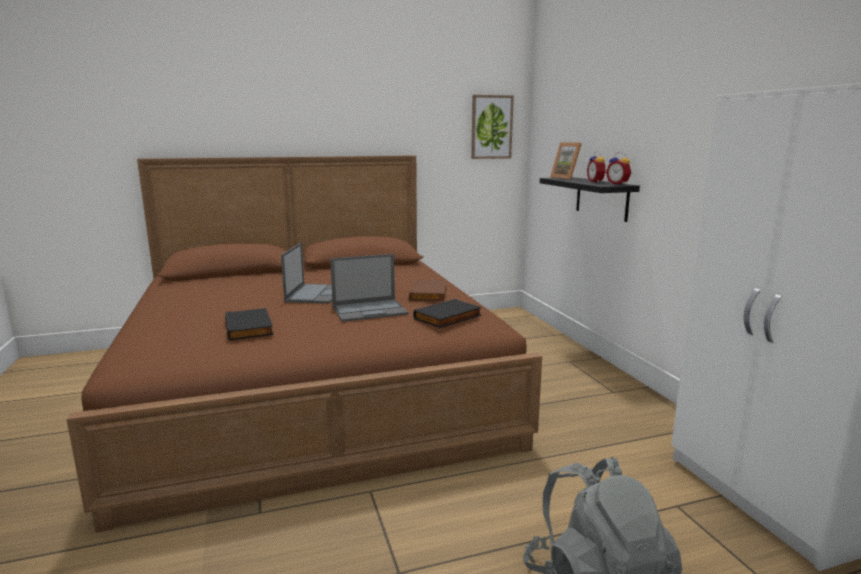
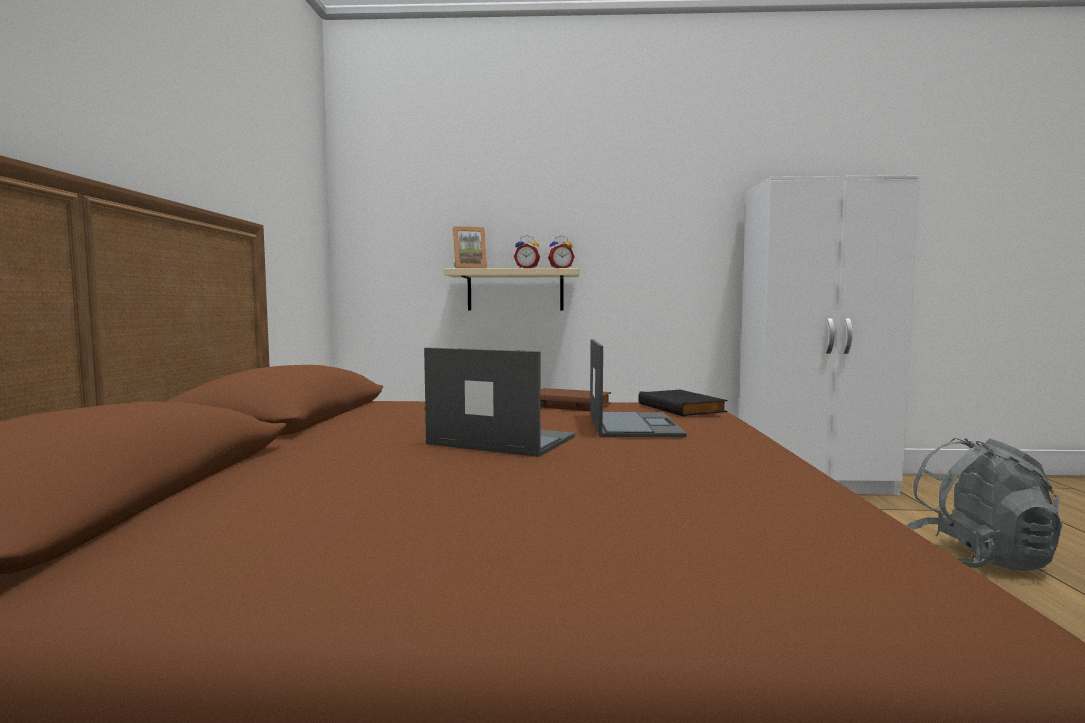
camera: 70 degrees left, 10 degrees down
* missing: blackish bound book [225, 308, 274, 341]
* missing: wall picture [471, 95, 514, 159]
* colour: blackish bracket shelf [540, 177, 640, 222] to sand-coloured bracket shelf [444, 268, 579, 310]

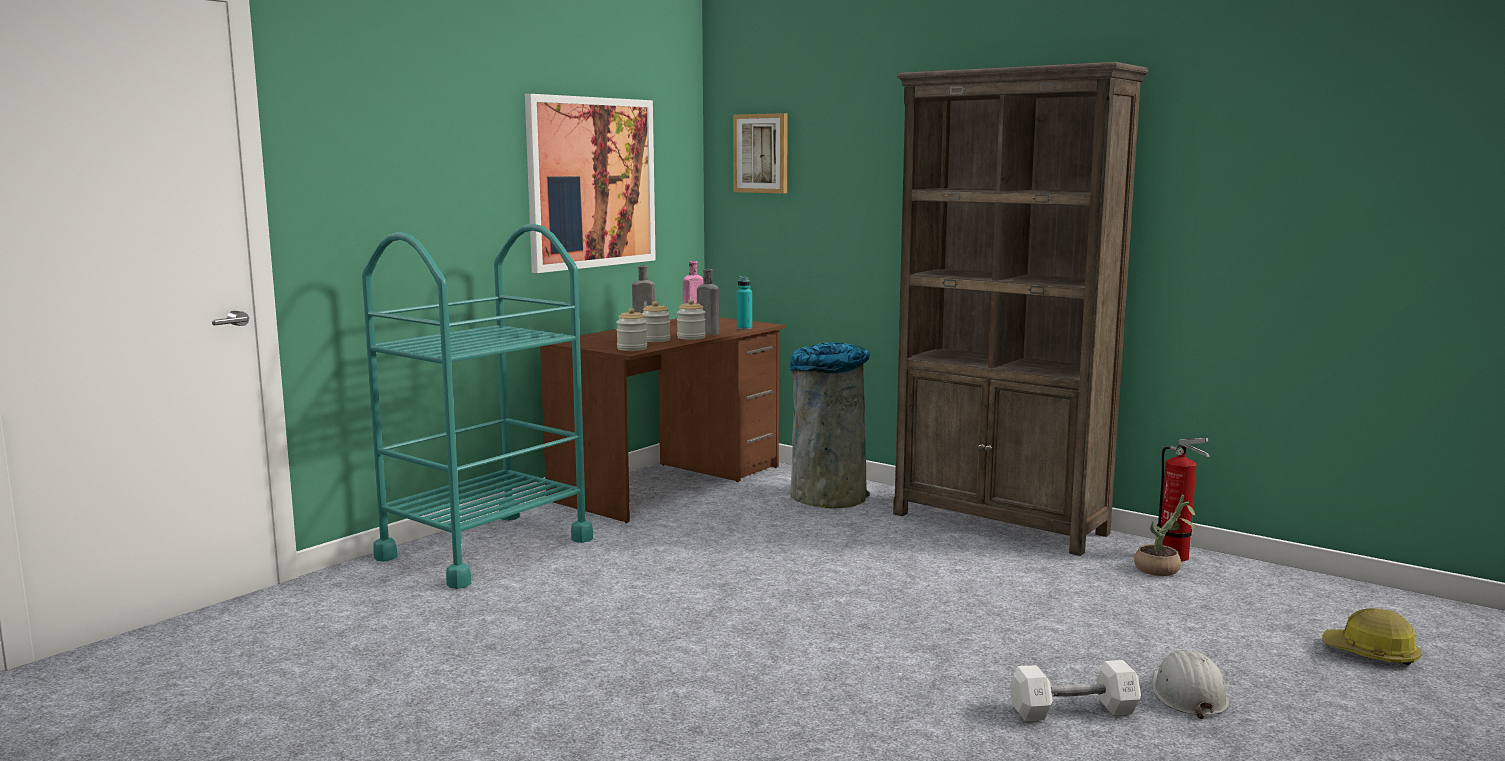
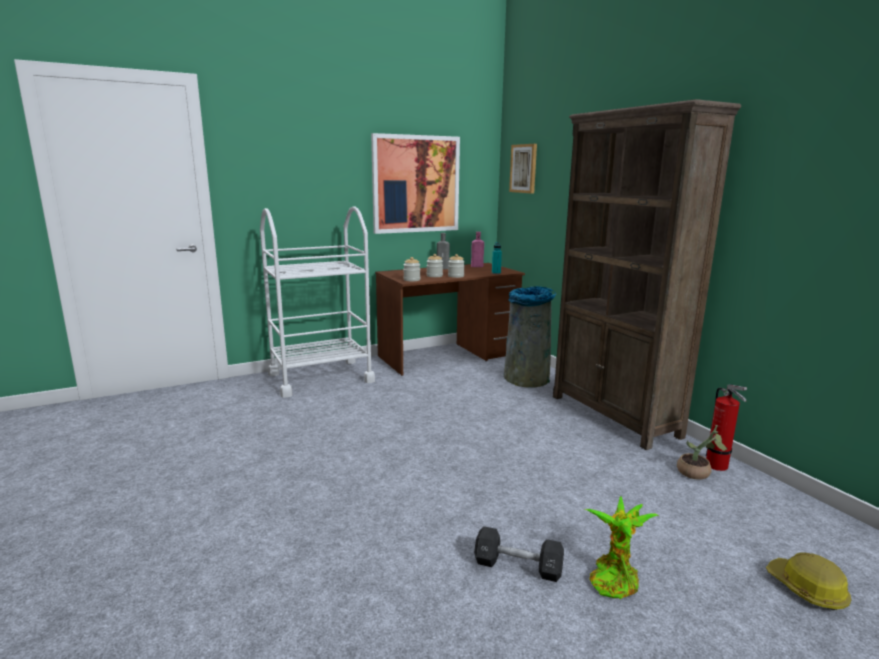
camera: 25 degrees right, 5 degrees up
* colour: blue-green wheeled cart [362, 224, 593, 589] to white-coloured wheeled cart [260, 206, 375, 398]
* missing: greyish bottle [697, 269, 719, 335]
* colour: white-coloured dumbbell [1010, 660, 1141, 721] to blackish dumbbell [474, 526, 564, 582]
* exchanged: white-coloured hard hat [1152, 650, 1230, 719] to plant in a pot [585, 496, 660, 599]

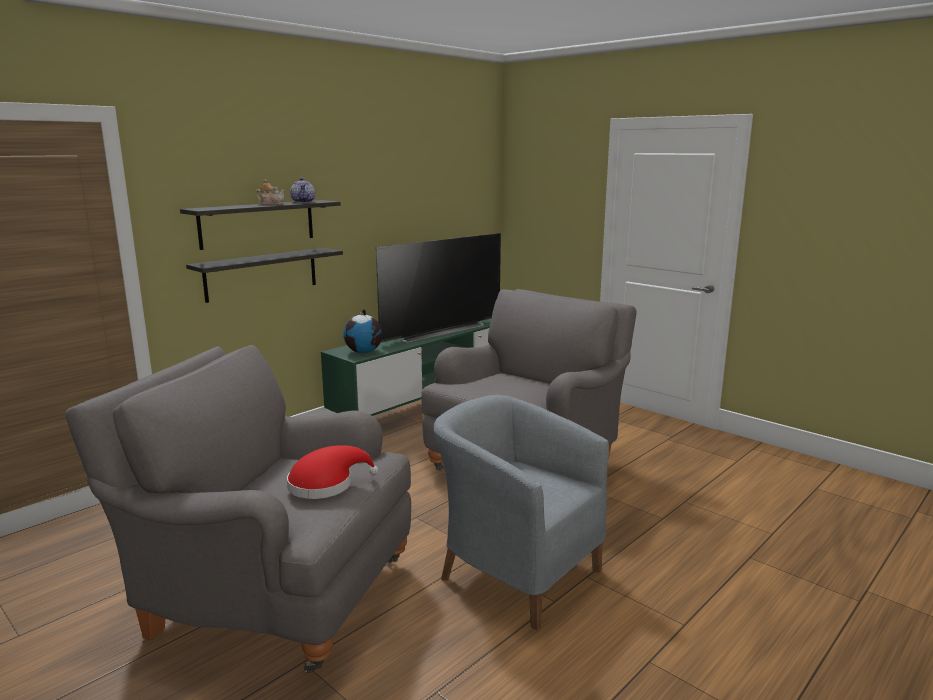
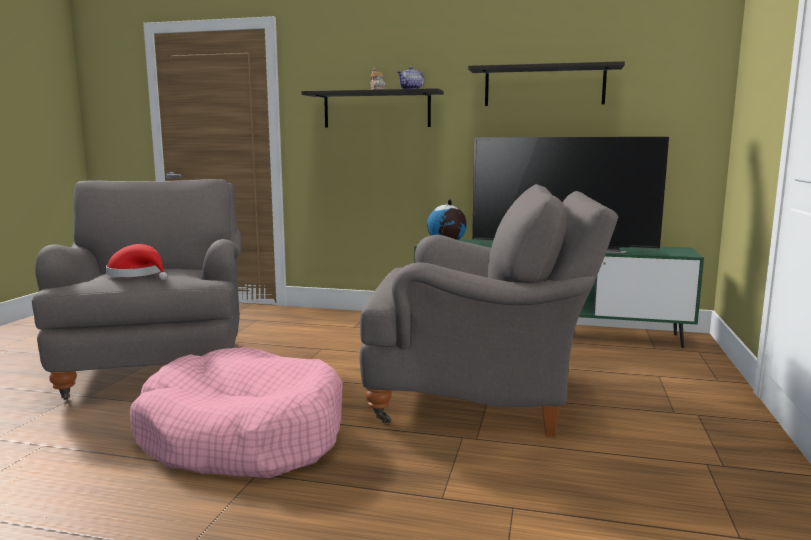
camera: 60 degrees right, 5 degrees down
* relocated: bracket shelf [186, 248, 343, 303] to [468, 61, 625, 106]
* exchanged: greyish lounge chair [434, 395, 609, 630] to pinkish pet bed [130, 347, 343, 478]

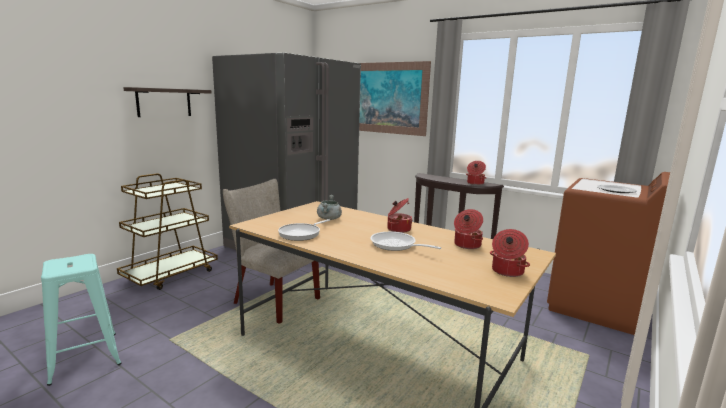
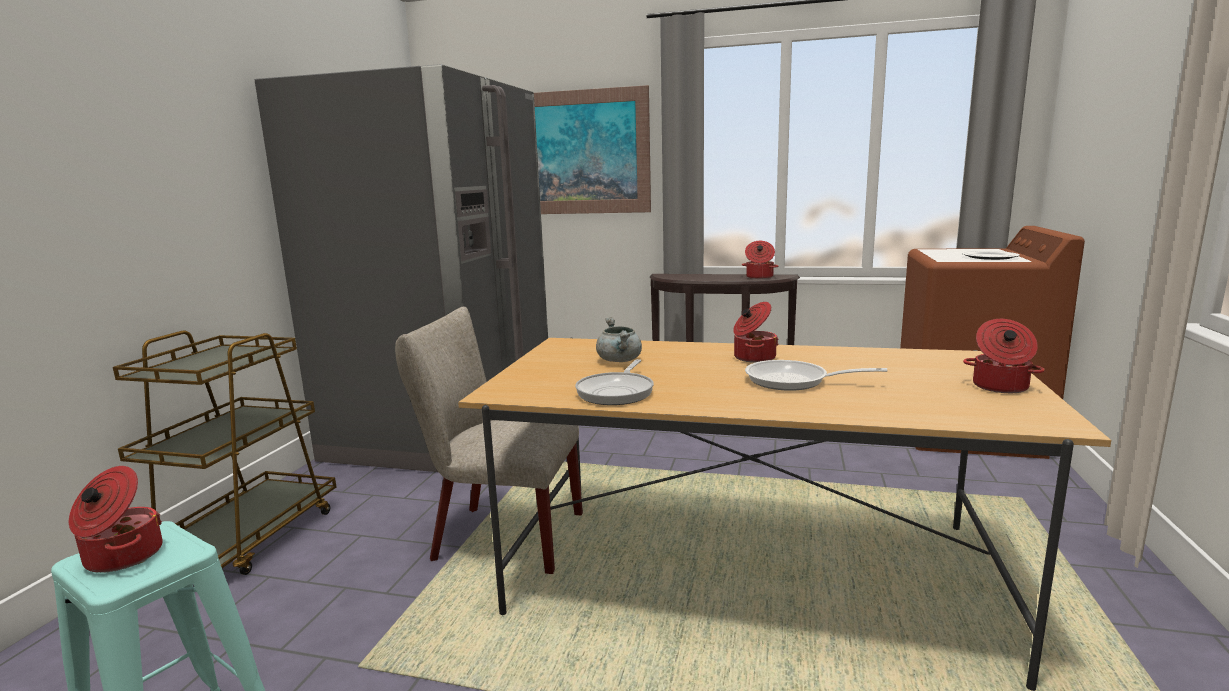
camera: 20 degrees left, 0 degrees up
* missing: bracket shelf [123, 87, 211, 117]
* relocated: saucepot [454, 209, 483, 249] to [69, 466, 163, 573]

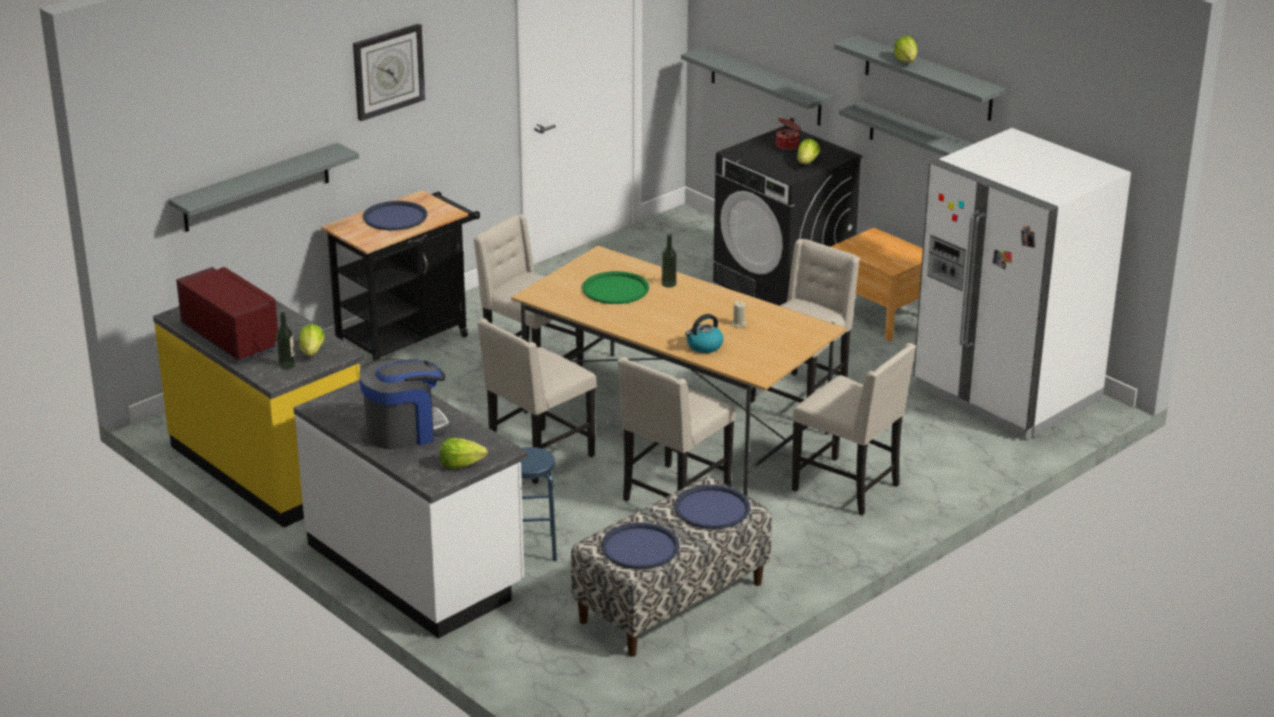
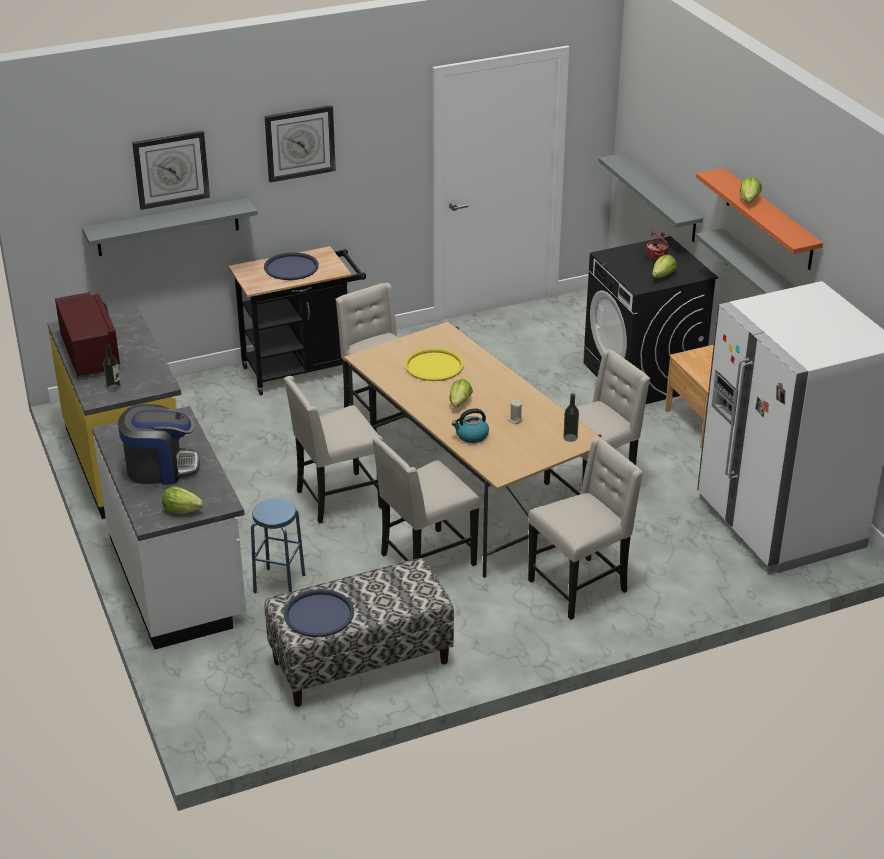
camera: 20 degrees right, 5 degrees up
* relocated: lettuce head [299, 324, 325, 356] to [450, 379, 473, 408]
* colour: green serving tray [582, 271, 649, 304] to yellow-coloured serving tray [405, 348, 464, 381]
* relocated: bottle [661, 234, 677, 288] to [563, 394, 579, 442]
* missing: blue-coloured serving tray [674, 485, 750, 529]
* spun: sand-coloured plain chair [792, 343, 916, 515] = [528, 438, 643, 620] 90 degrees counterclockwise
* colour: greyish bracket shelf [834, 35, 1006, 121] to orangey bracket shelf [696, 168, 823, 270]
* appeared: hanging clock [132, 131, 210, 210]

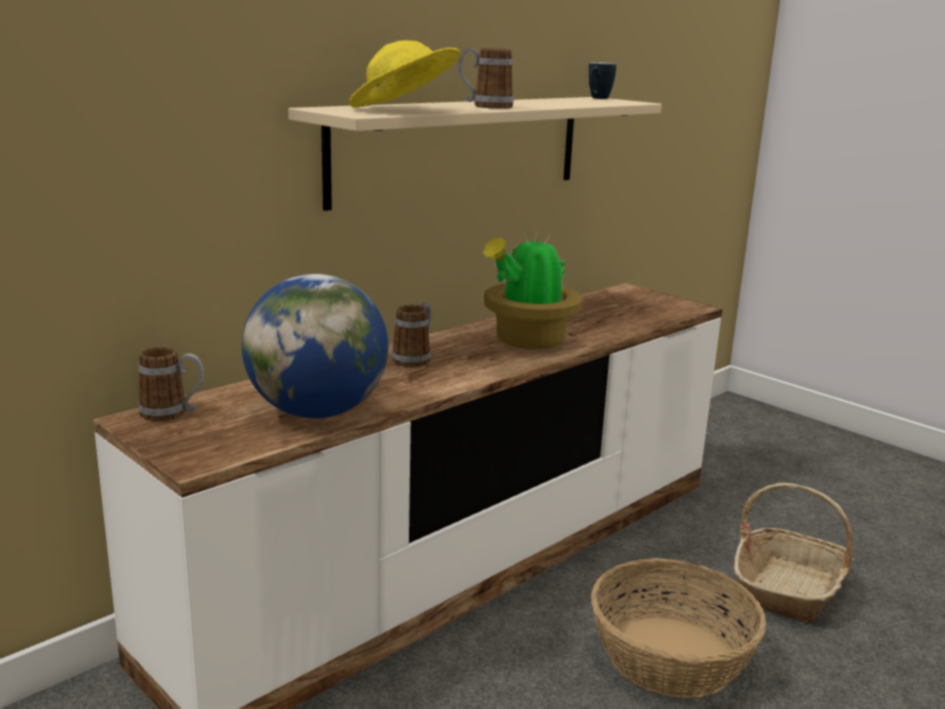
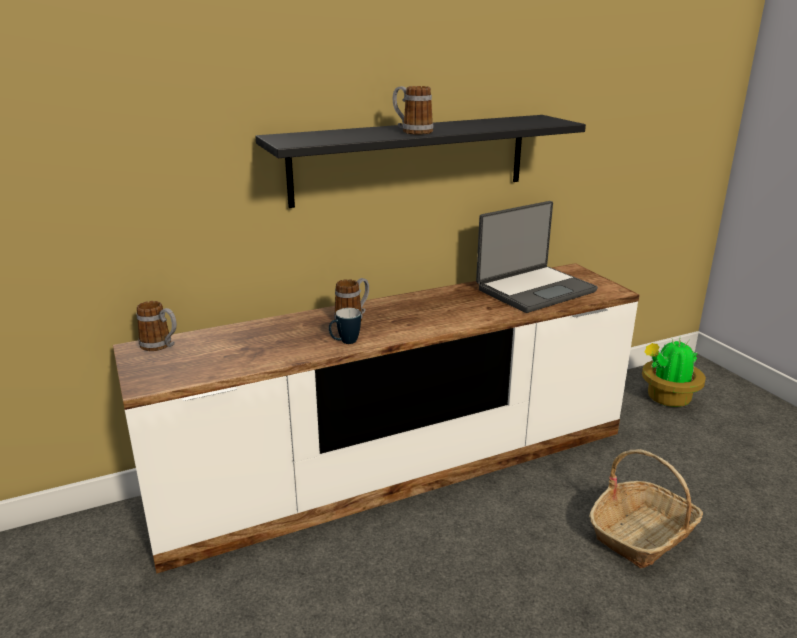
camera: 20 degrees right, 5 degrees up
* missing: globe [242, 274, 388, 418]
* colour: sand-coloured bracket shelf [288, 97, 662, 211] to blackish bracket shelf [255, 115, 586, 208]
* missing: yellow-coloured hat [349, 40, 461, 108]
* relocated: plant in a pot [483, 232, 582, 349] to [642, 339, 706, 407]
* relocated: coffee mug [589, 62, 616, 99] to [329, 308, 361, 344]
* missing: basket [591, 558, 766, 698]
* appeared: notebook computer [476, 201, 598, 313]

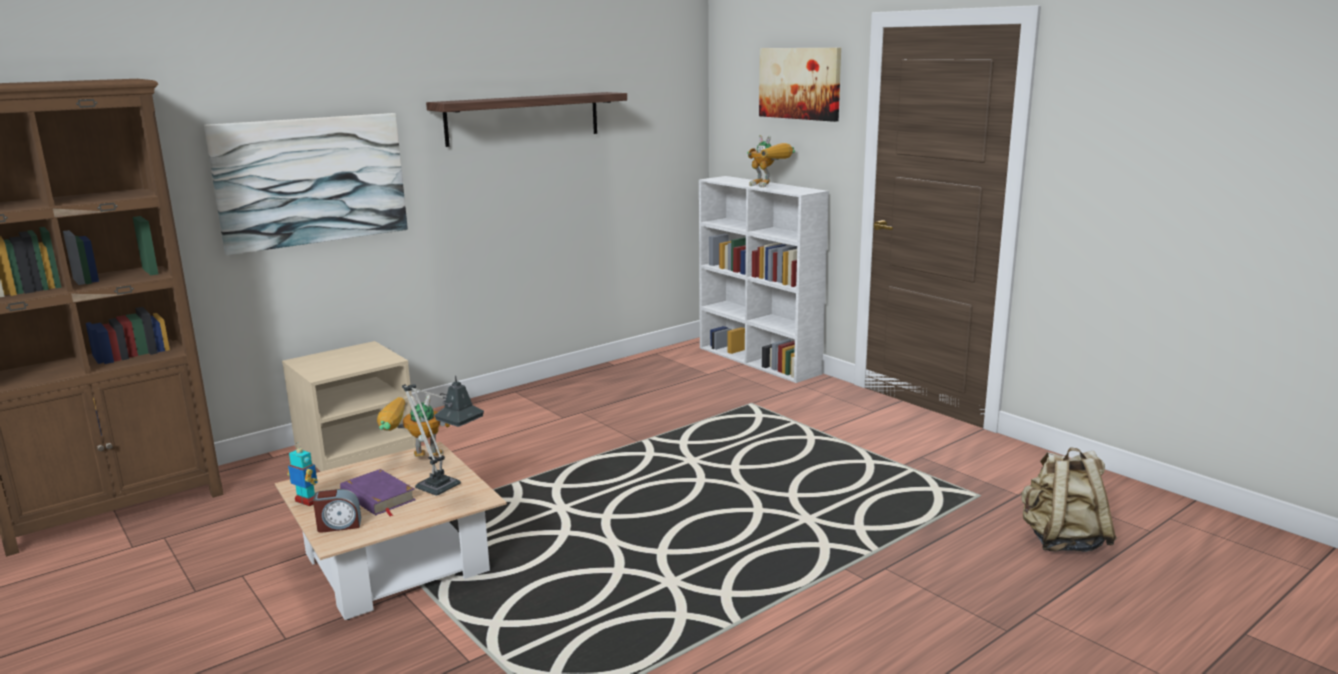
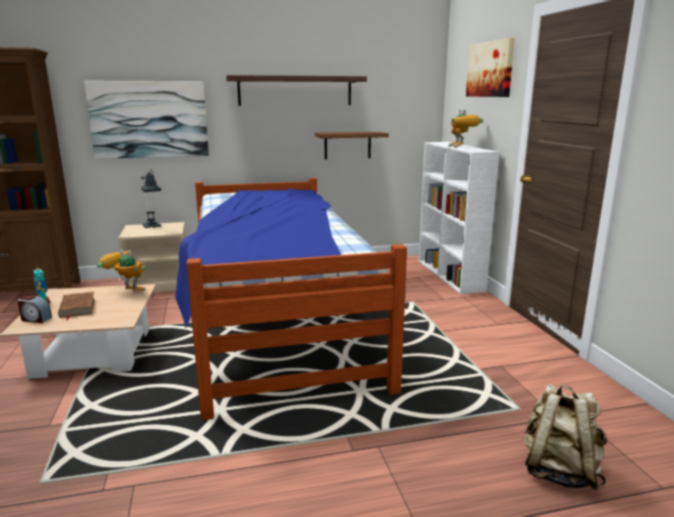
camera: 25 degrees right, 0 degrees up
* colour: purple-coloured bound book [340, 469, 416, 516] to brown bound book [58, 292, 95, 320]
* relocated: table lamp [402, 376, 484, 495] to [141, 170, 161, 228]
* appeared: sleeping bed [175, 178, 407, 420]
* appeared: brown bracket shelf [315, 132, 389, 159]

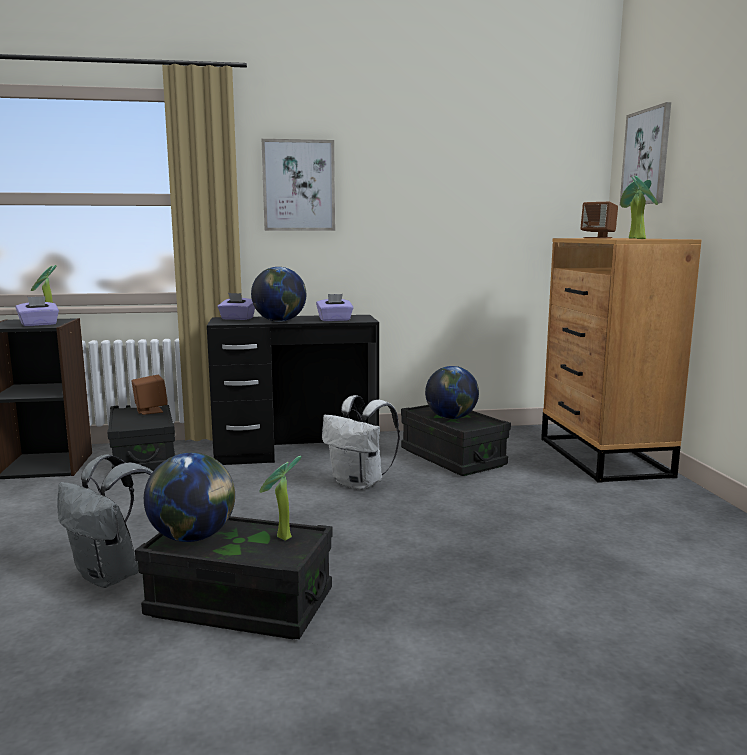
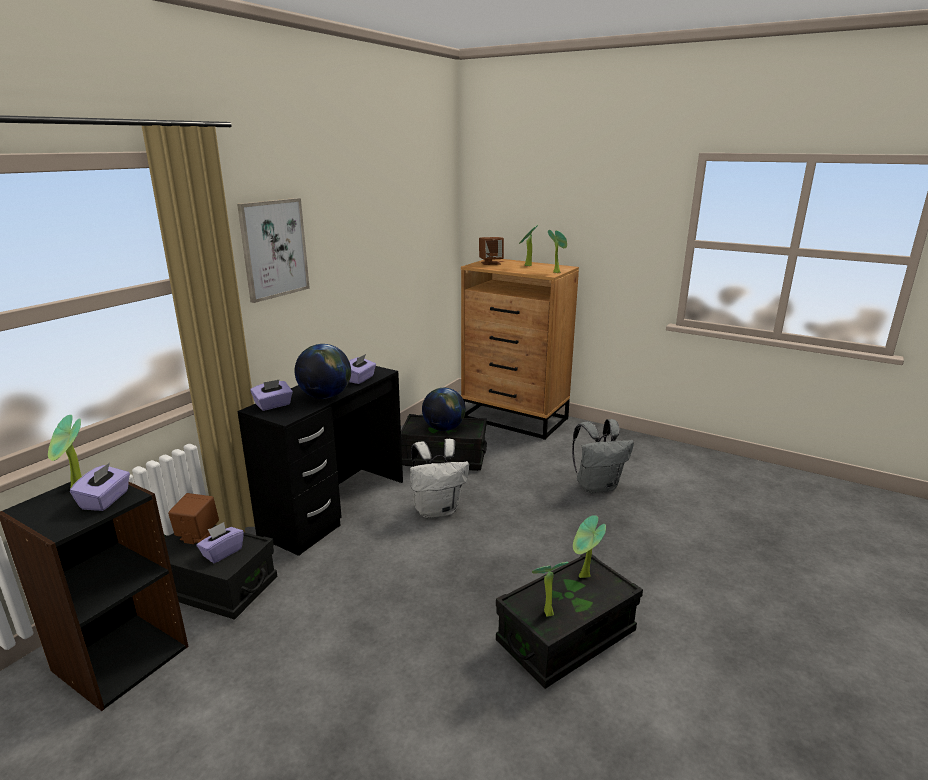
camera: 50 degrees left, 10 degrees up
* relocated: greyish rucksack [57, 454, 153, 588] to [572, 419, 634, 494]
* exchanged: globe [144, 453, 235, 542] to plant in a pot [532, 562, 569, 617]
* missing: wall picture [620, 102, 671, 206]
* appeared: purple-coloured box of tissues [196, 522, 244, 563]

